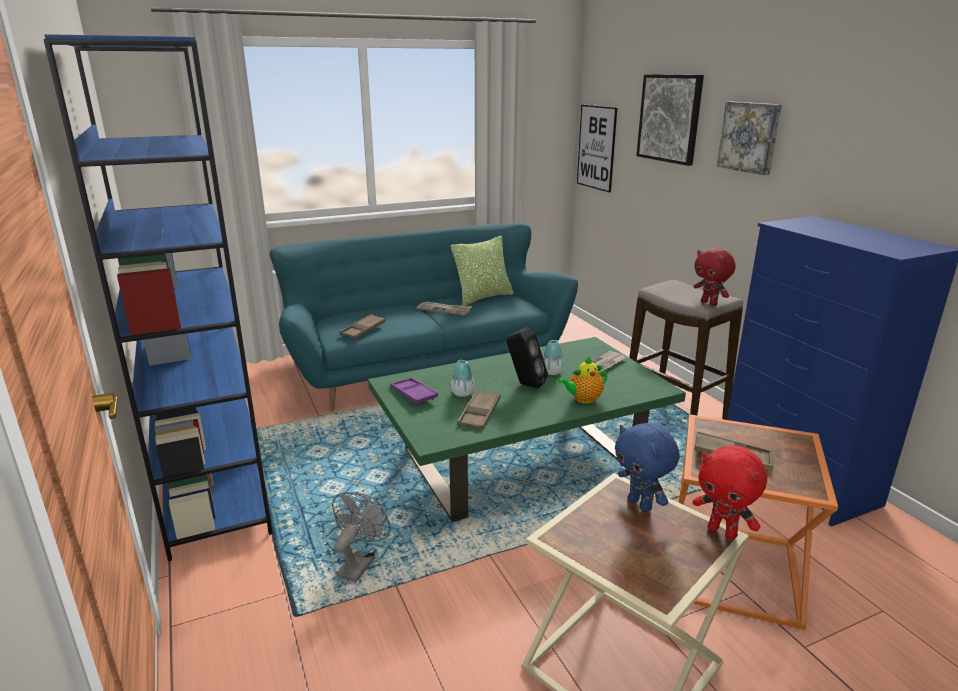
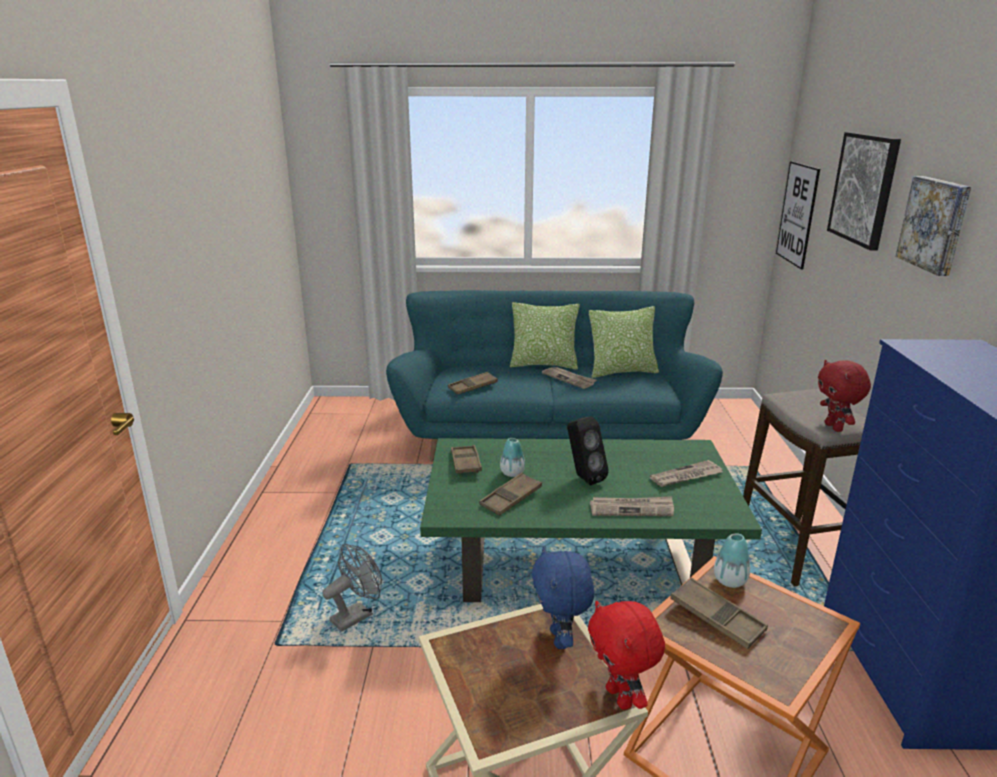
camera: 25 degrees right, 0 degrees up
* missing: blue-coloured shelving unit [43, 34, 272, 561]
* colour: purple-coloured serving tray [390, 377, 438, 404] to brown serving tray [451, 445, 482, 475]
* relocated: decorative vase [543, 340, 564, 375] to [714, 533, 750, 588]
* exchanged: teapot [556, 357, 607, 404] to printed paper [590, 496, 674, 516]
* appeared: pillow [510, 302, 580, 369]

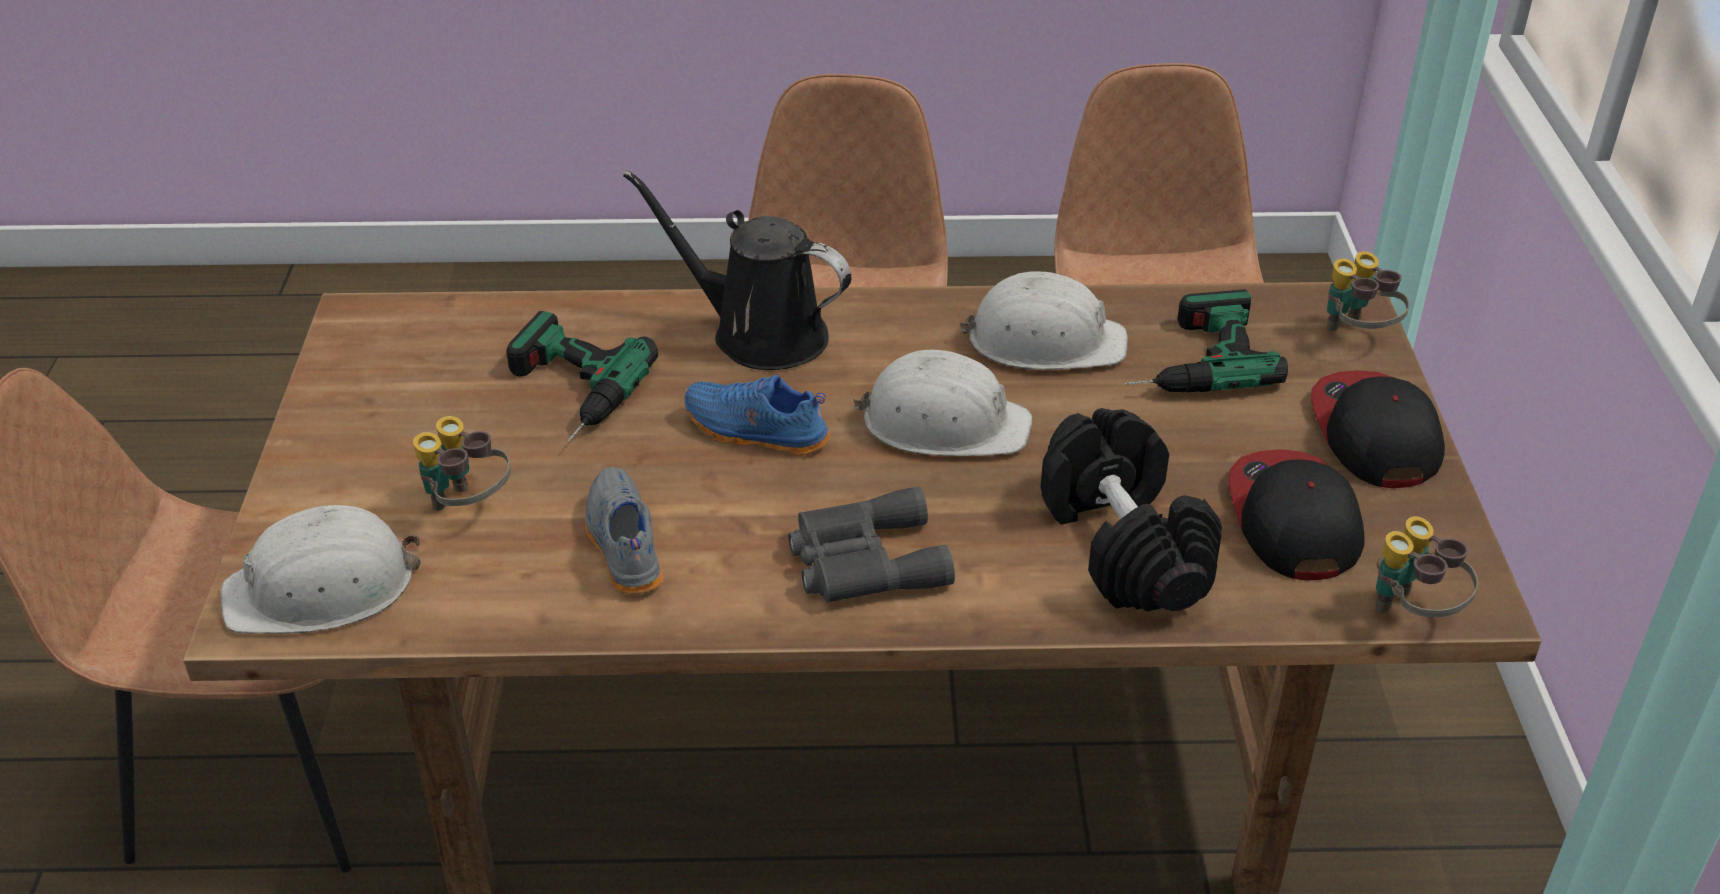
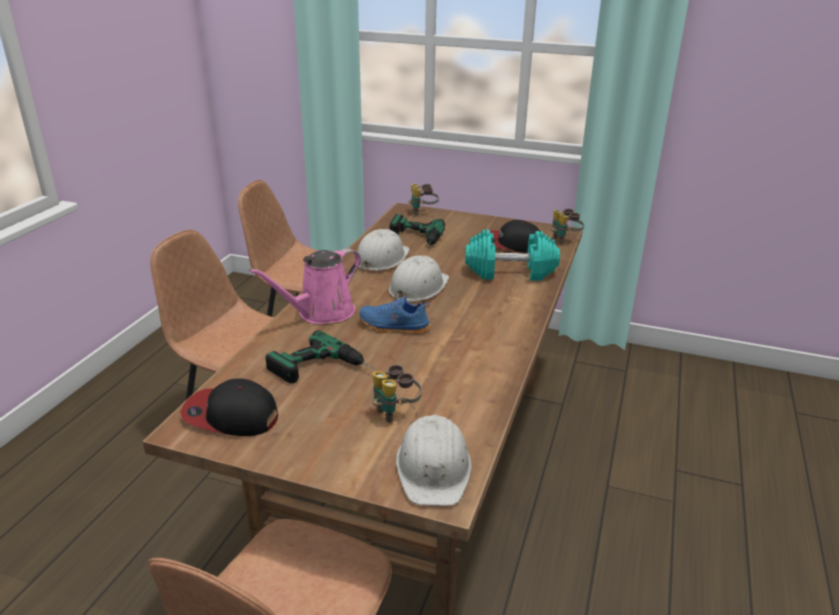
camera: 70 degrees left, 10 degrees down
* missing: greyish item of footwear [585, 467, 663, 594]
* colour: blackish watering can [623, 170, 851, 370] to pinkish watering can [249, 248, 361, 324]
* spun: blue-coloured item of footwear [685, 375, 830, 456] = [359, 297, 430, 334] 60 degrees clockwise
* missing: greyish binoculars [788, 486, 955, 603]
* colour: blackish dumbbell [1041, 408, 1222, 611] to blue-green dumbbell [465, 230, 560, 281]
* relocated: peaked cap [1311, 370, 1445, 488] to [180, 378, 278, 436]

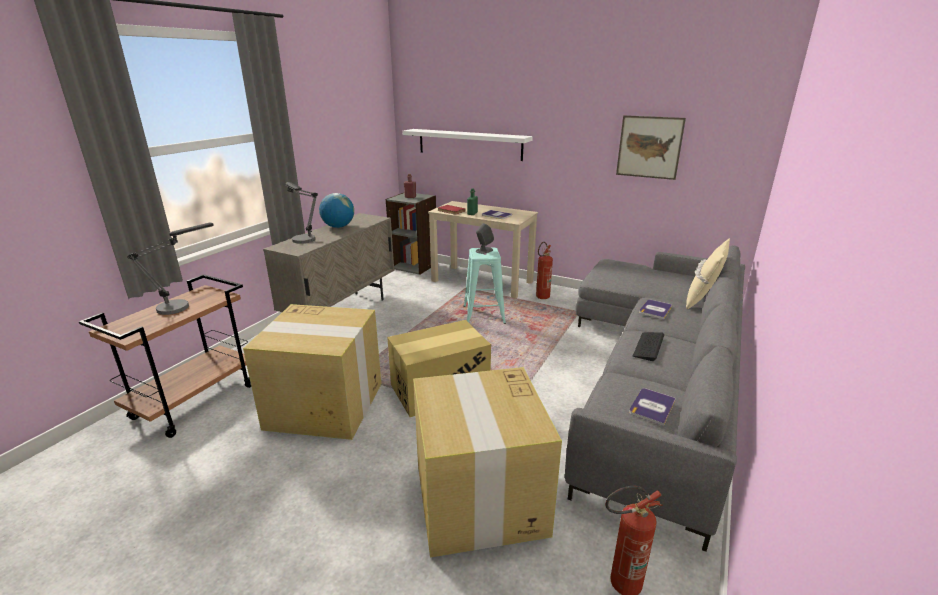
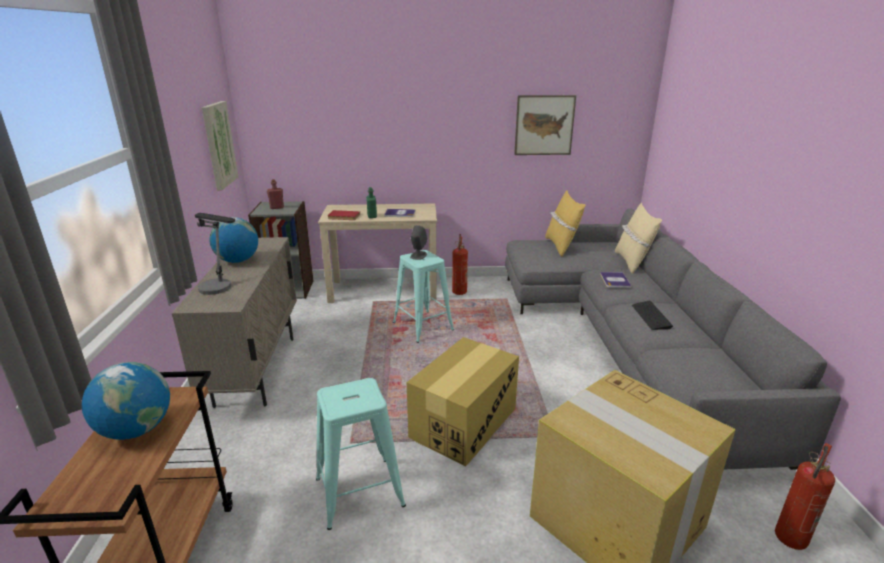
camera: 30 degrees left, 0 degrees up
* exchanged: table lamp [127, 223, 214, 315] to globe [82, 362, 170, 440]
* exchanged: cardboard box [243, 304, 381, 440] to blue-green stool [316, 378, 406, 530]
* missing: white-coloured bracket shelf [402, 129, 533, 161]
* missing: bound book [629, 388, 676, 426]
* appeared: wall picture [202, 101, 239, 190]
* appeared: yellow-coloured pillow [545, 191, 586, 257]

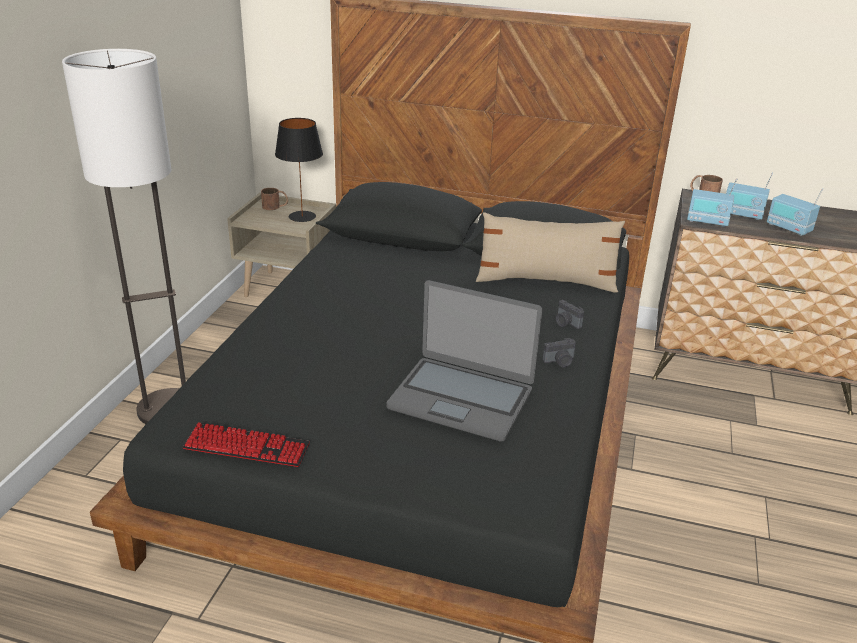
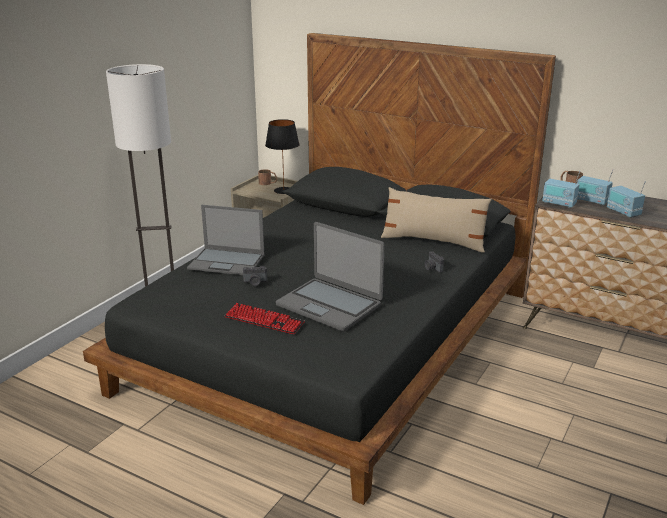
camera: 15 degrees right, 5 degrees down
* relocated: PC keyboard [183, 422, 310, 467] to [225, 303, 305, 334]
* relocated: still camera [542, 338, 576, 367] to [243, 266, 267, 286]
* appeared: notebook computer [187, 205, 265, 275]

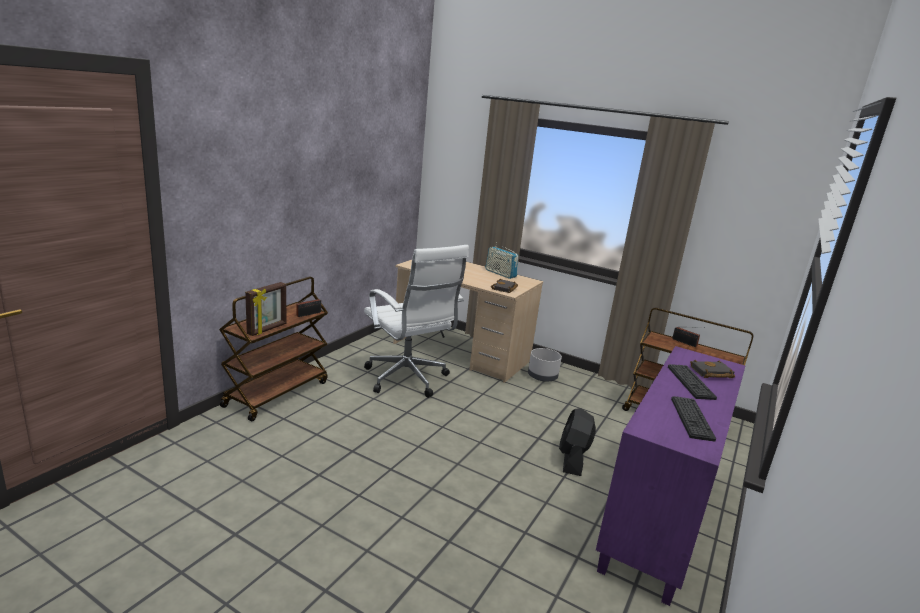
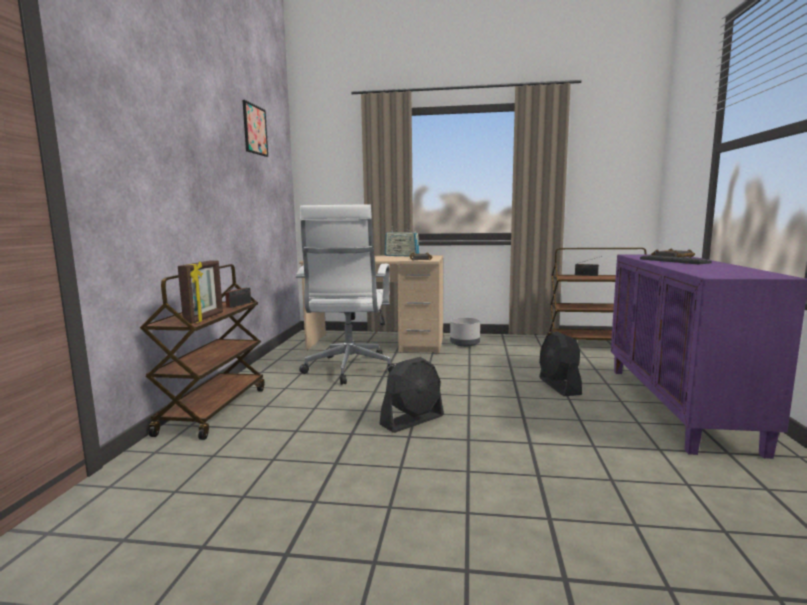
camera: 20 degrees left, 10 degrees down
* spun: white-coloured office chair [364, 245, 469, 398] = [296, 204, 395, 385] 60 degrees clockwise
* missing: PC keyboard [671, 396, 716, 442]
* appeared: wall picture [242, 100, 268, 157]
* appeared: blackish cooling fan [380, 357, 444, 433]

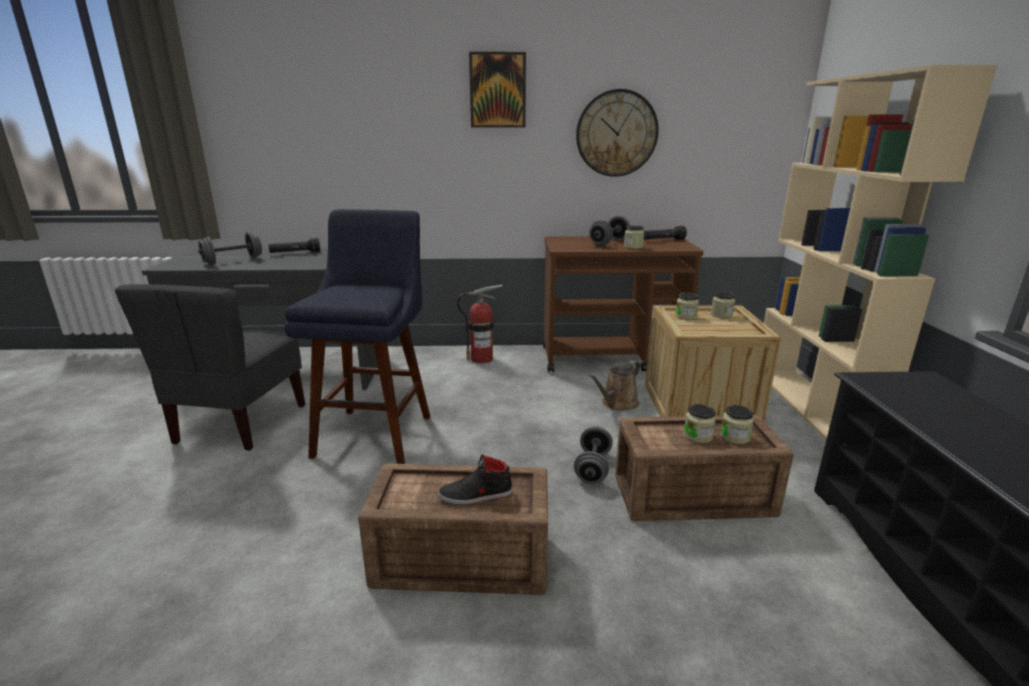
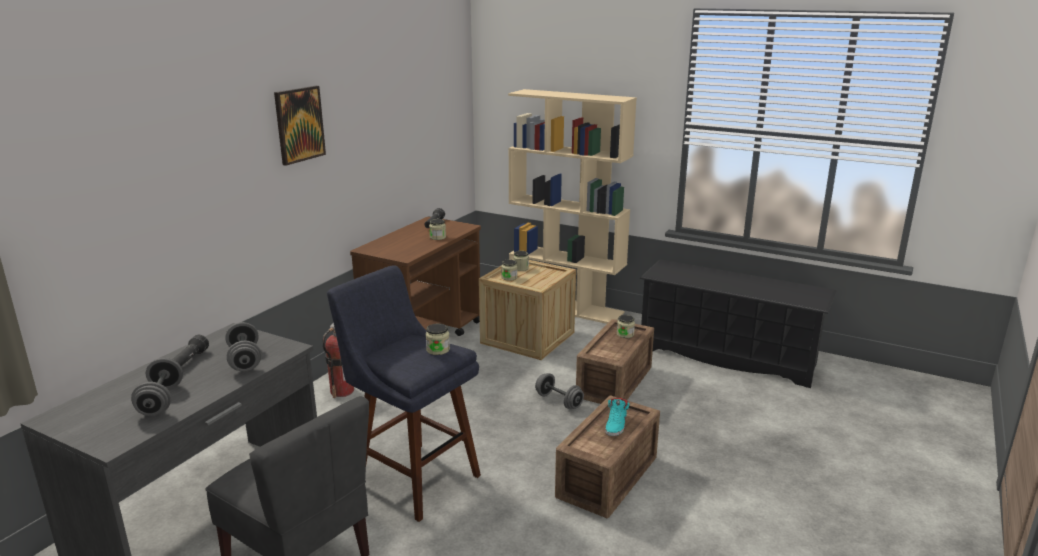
camera: 60 degrees left, 0 degrees up
* colour: blackish item of footwear [438, 455, 512, 505] to blue-green item of footwear [605, 398, 630, 436]
* missing: hanging clock [576, 89, 659, 177]
* missing: brown watering can [588, 360, 640, 411]
* relocated: greyish dumbbell [589, 216, 630, 246] to [225, 322, 261, 371]
* relocated: storage jar [684, 404, 716, 443] to [426, 323, 450, 355]

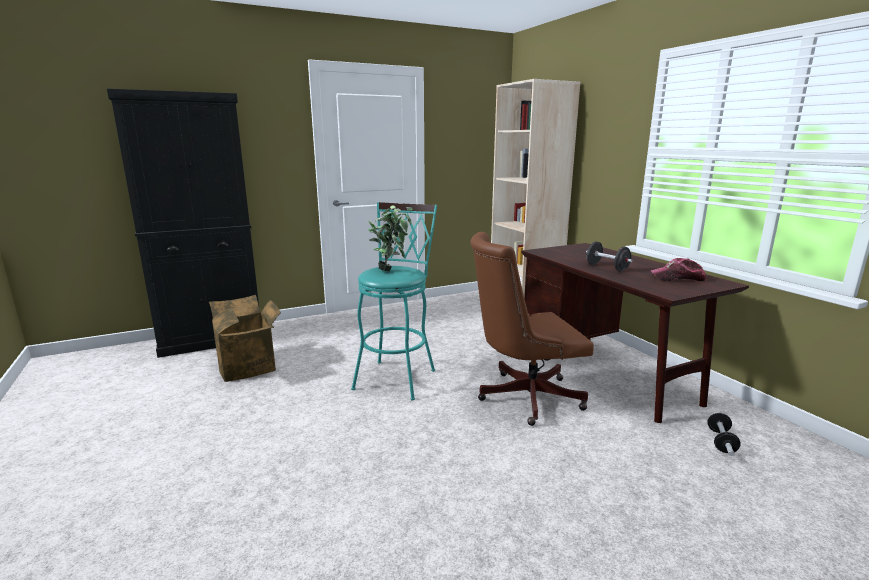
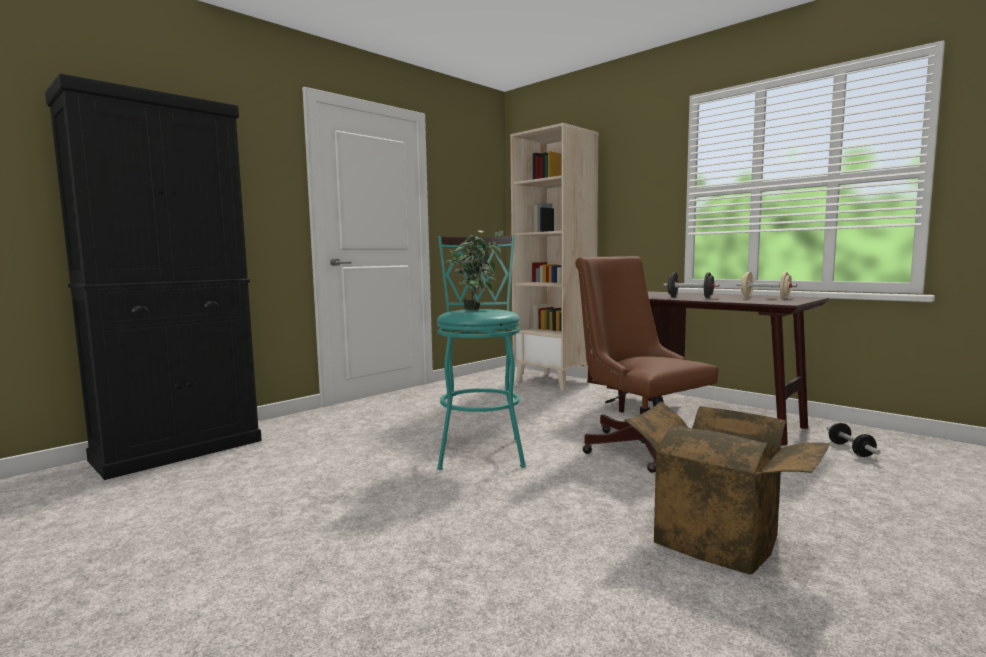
camera: 20 degrees left, 10 degrees down
* relocated: cardboard box [209, 295, 281, 382] to [625, 401, 830, 575]
* spun: brown office chair [471, 232, 594, 426] = [575, 256, 719, 473] 90 degrees clockwise
* exchanged: peaked cap [650, 258, 707, 281] to sand-coloured dumbbell [737, 272, 797, 299]

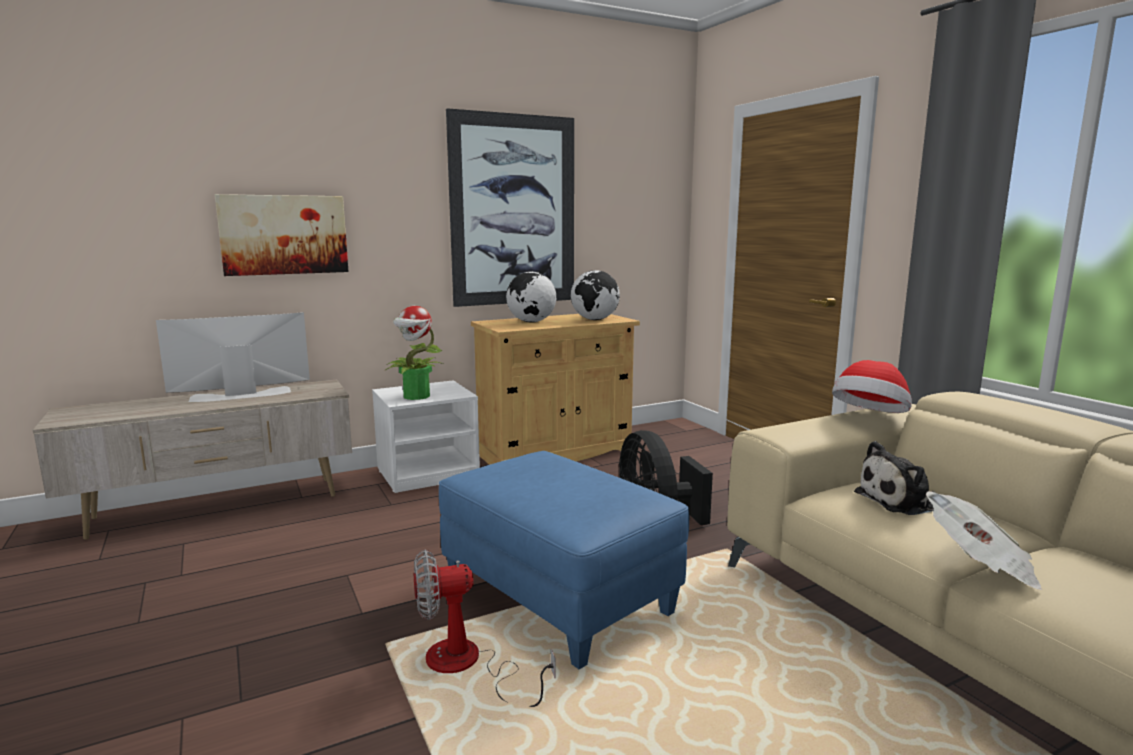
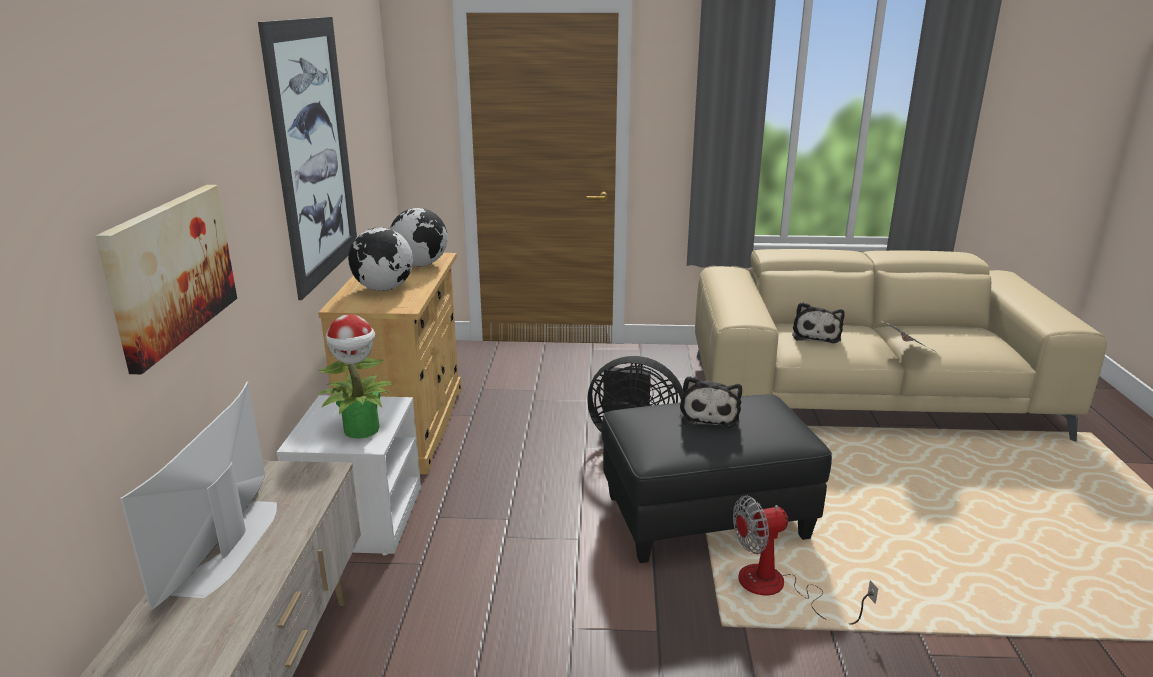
camera: 60 degrees left, 10 degrees up
* spun: cooling fan [414, 549, 556, 707] = [733, 495, 878, 625] 60 degrees clockwise
* colour: blue-coloured pouffe [439, 451, 689, 669] to blackish pouffe [601, 394, 832, 563]
* missing: hat [832, 360, 912, 413]
* appeared: soft toy [680, 376, 742, 428]

